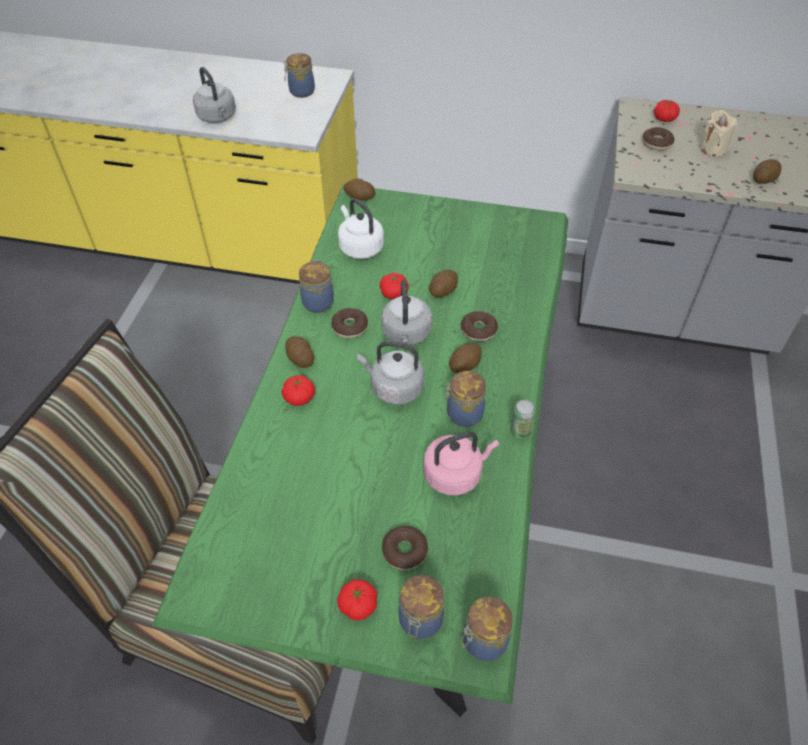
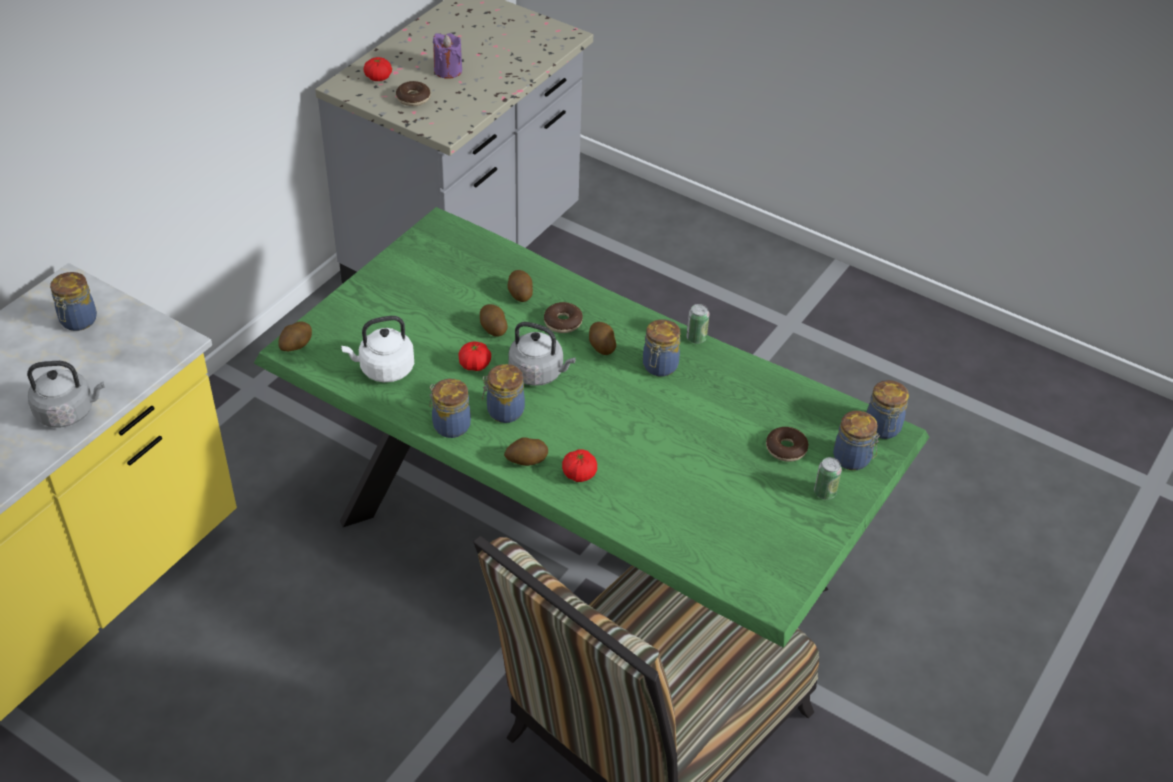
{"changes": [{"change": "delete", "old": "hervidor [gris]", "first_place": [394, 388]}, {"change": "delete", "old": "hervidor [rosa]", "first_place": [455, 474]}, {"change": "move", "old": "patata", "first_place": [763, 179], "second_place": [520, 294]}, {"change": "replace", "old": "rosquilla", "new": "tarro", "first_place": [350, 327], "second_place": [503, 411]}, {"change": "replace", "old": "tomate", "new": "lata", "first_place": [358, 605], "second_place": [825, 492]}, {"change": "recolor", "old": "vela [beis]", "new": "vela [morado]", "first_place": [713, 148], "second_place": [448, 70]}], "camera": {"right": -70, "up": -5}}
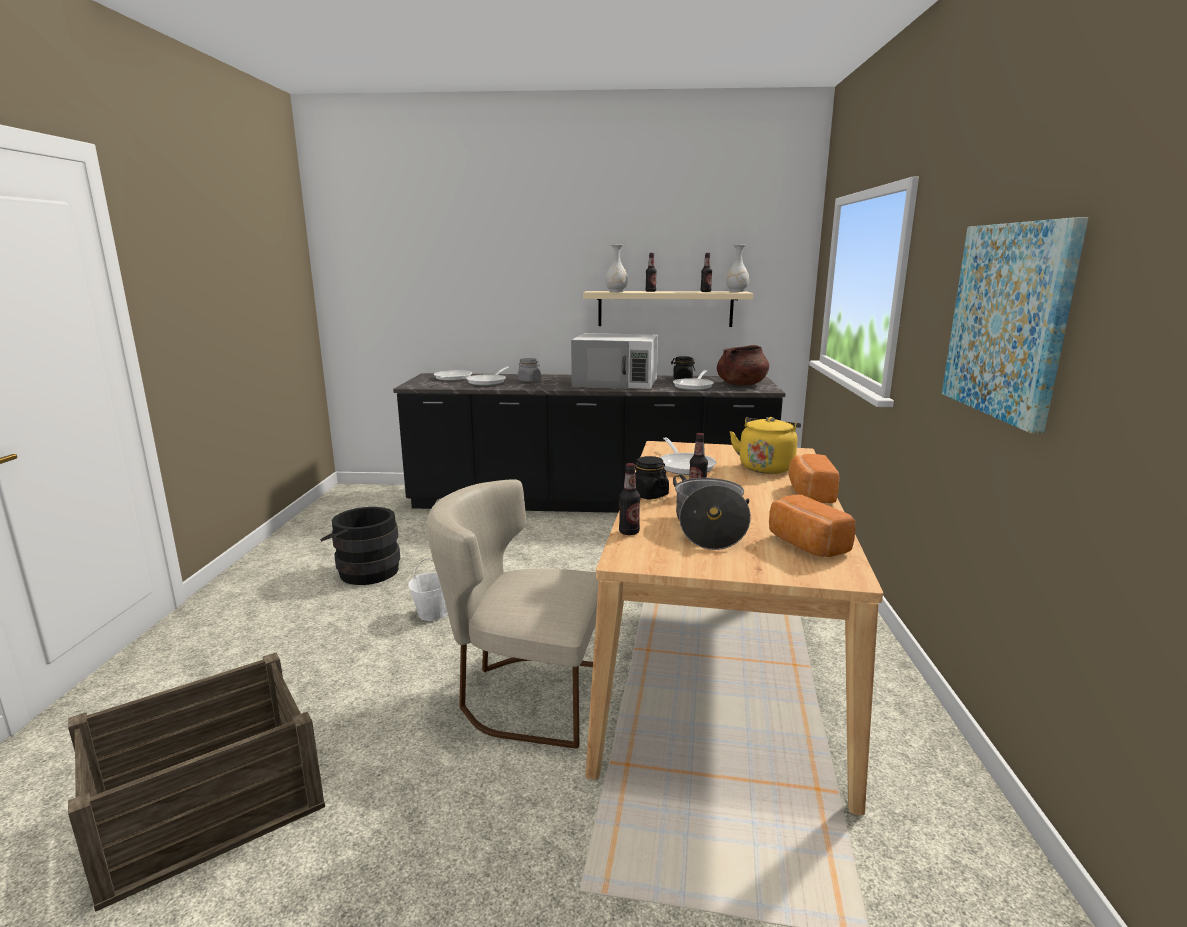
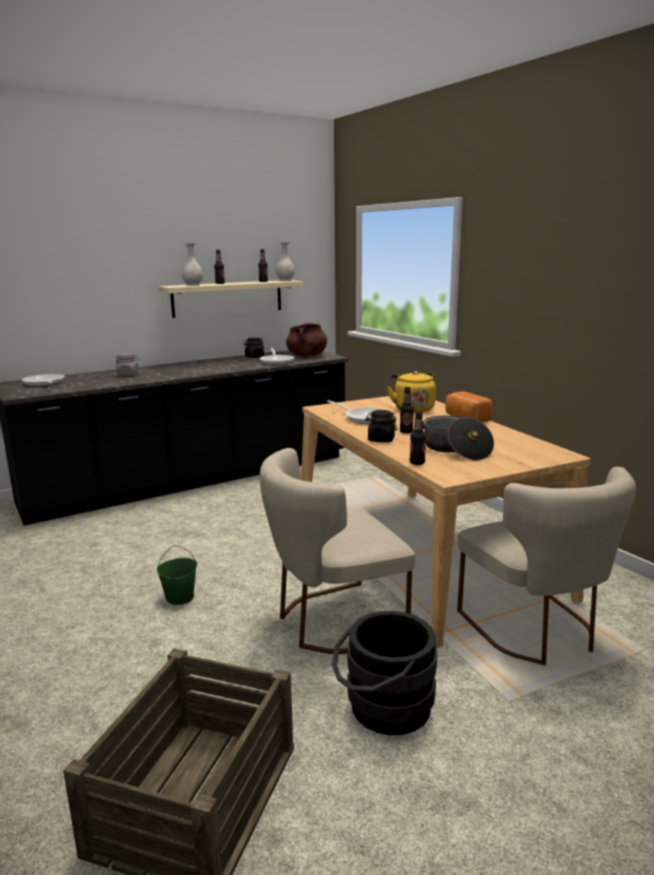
{"changes": [{"change": "delete", "old": "sartén", "first_place": [489, 382]}, {"change": "delete", "old": "microondas [blanco]", "first_place": [616, 382]}, {"change": "delete", "old": "pan", "first_place": [805, 545]}, {"change": "delete", "old": "cuadro", "first_place": [1008, 320]}, {"change": "insert", "new": "silla [beis]", "second_place": [536, 632]}, {"change": "move", "old": "cubo [negro]", "first_place": [364, 571], "second_place": [382, 707]}, {"change": "recolor", "old": "cubo [blanco]", "new": "cubo [verde]", "first_place": [433, 613], "second_place": [180, 597]}], "camera": {"right": -35, "up": 0}}
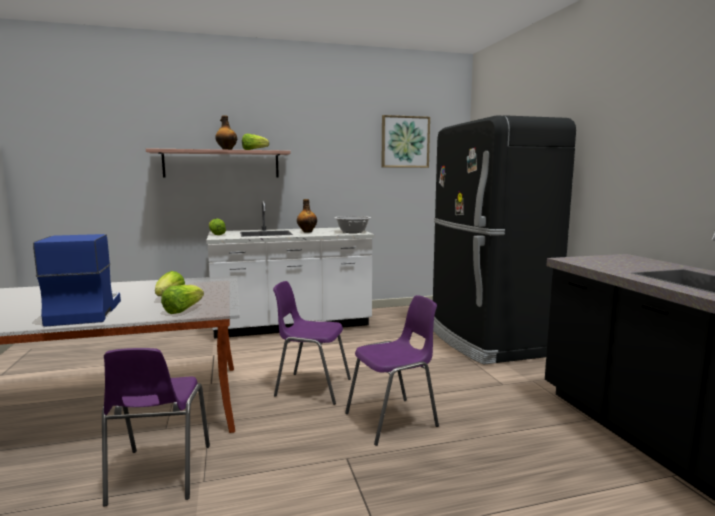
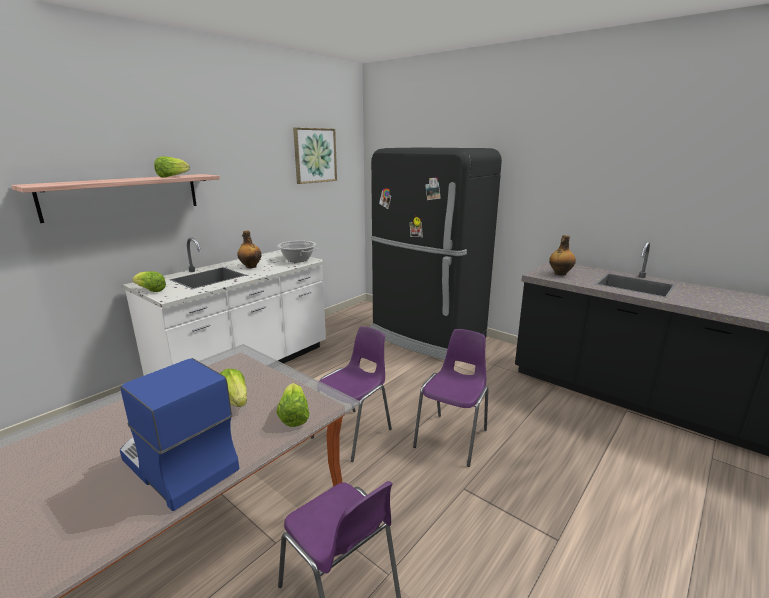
{"changes": [{"change": "move", "old": "botella", "first_place": [226, 150], "second_place": [560, 274]}, {"change": "rotate", "old": "silla [morado]", "first_place": [311, 387], "second_place": [354, 433], "degrees": 150}], "camera": {"right": -35, "up": 10}}
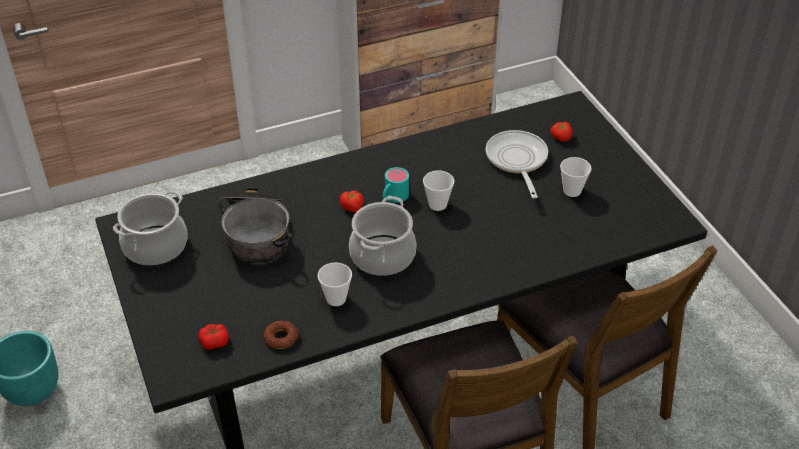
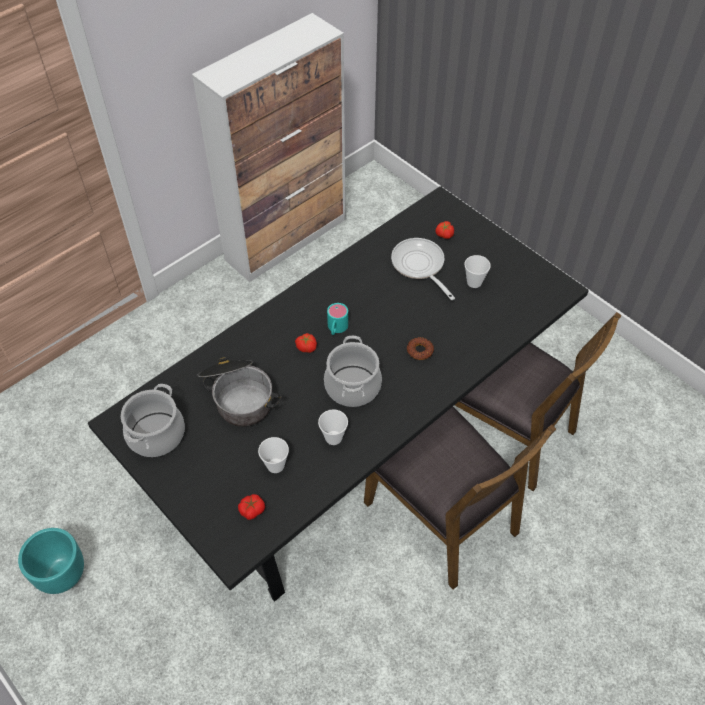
{"changes": [{"change": "move", "old": "rosquilla", "first_place": [281, 338], "second_place": [419, 350]}, {"change": "move", "old": "taza", "first_place": [437, 204], "second_place": [275, 465]}], "camera": {"right": -20, "up": 10}}
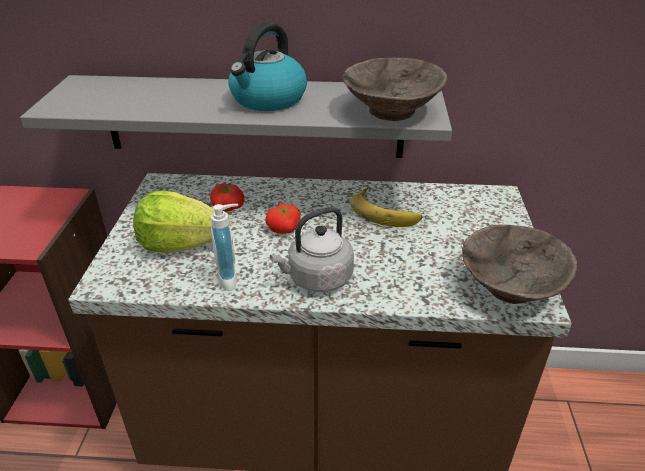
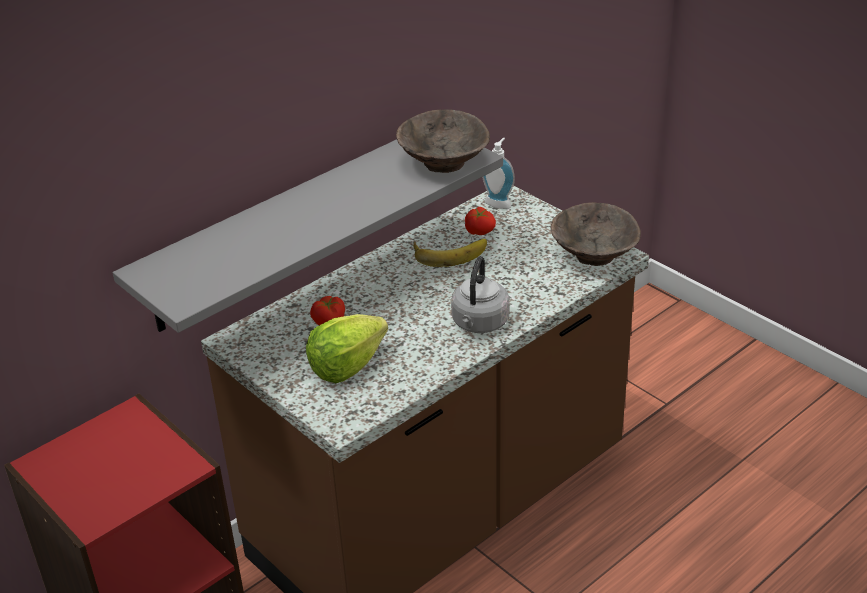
{"changes": [{"change": "delete", "old": "hervidor", "first_place": [268, 99]}, {"change": "move", "old": "dispensador de jabón", "first_place": [232, 279], "second_place": [499, 202]}, {"change": "move", "old": "tomate", "first_place": [284, 229], "second_place": [480, 230]}], "camera": {"right": -45, "up": 0}}
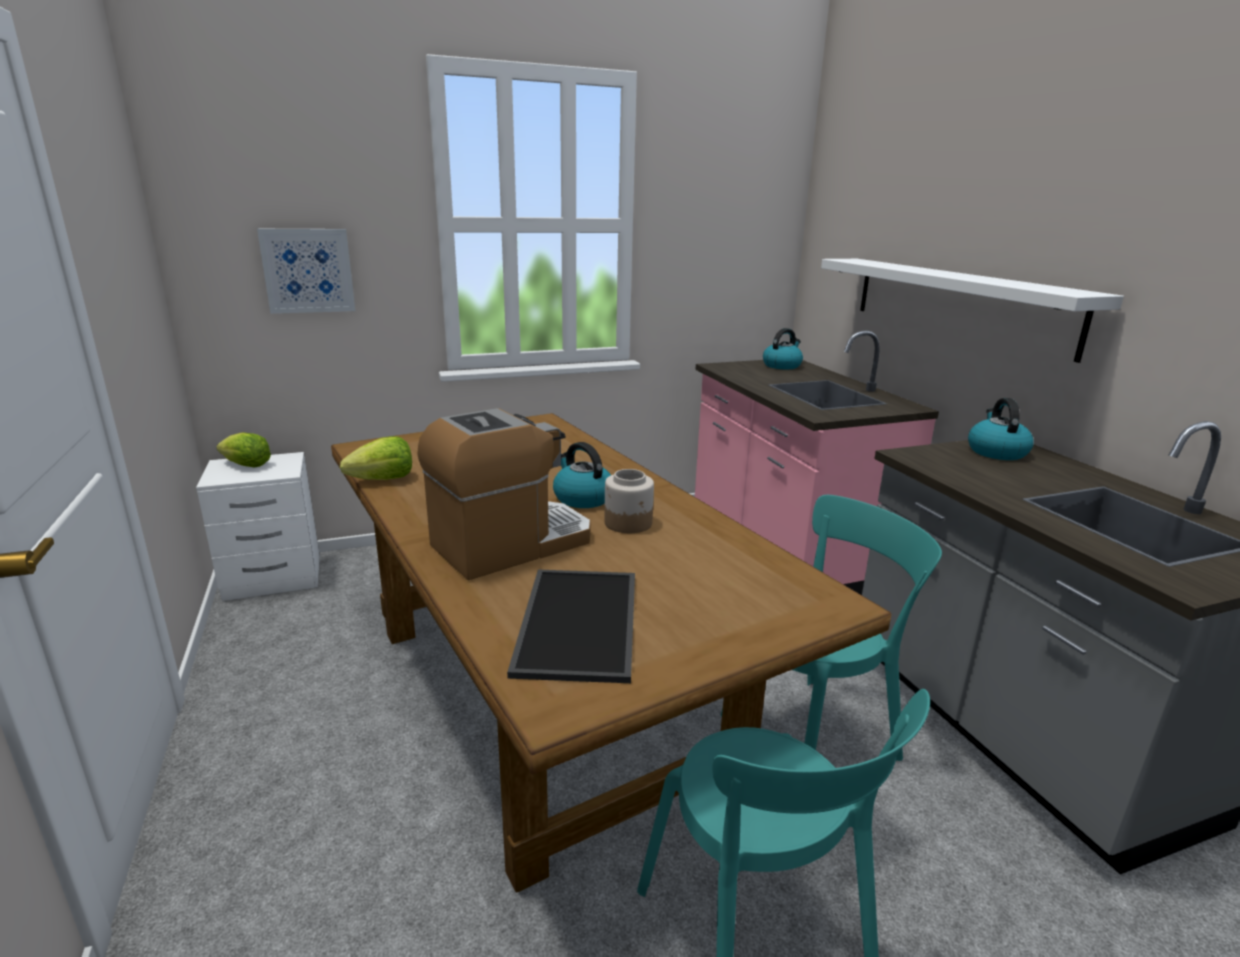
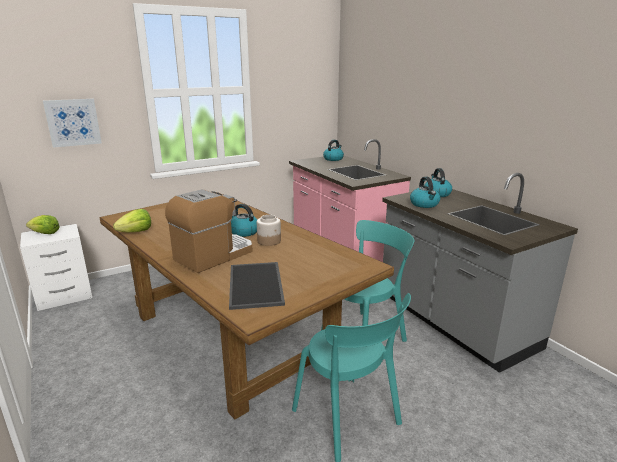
{"changes": [{"change": "delete", "old": "estante [blanco]", "first_place": [957, 303]}, {"change": "insert", "new": "hervidor", "second_place": [424, 204]}], "camera": {"right": -10, "up": 0}}
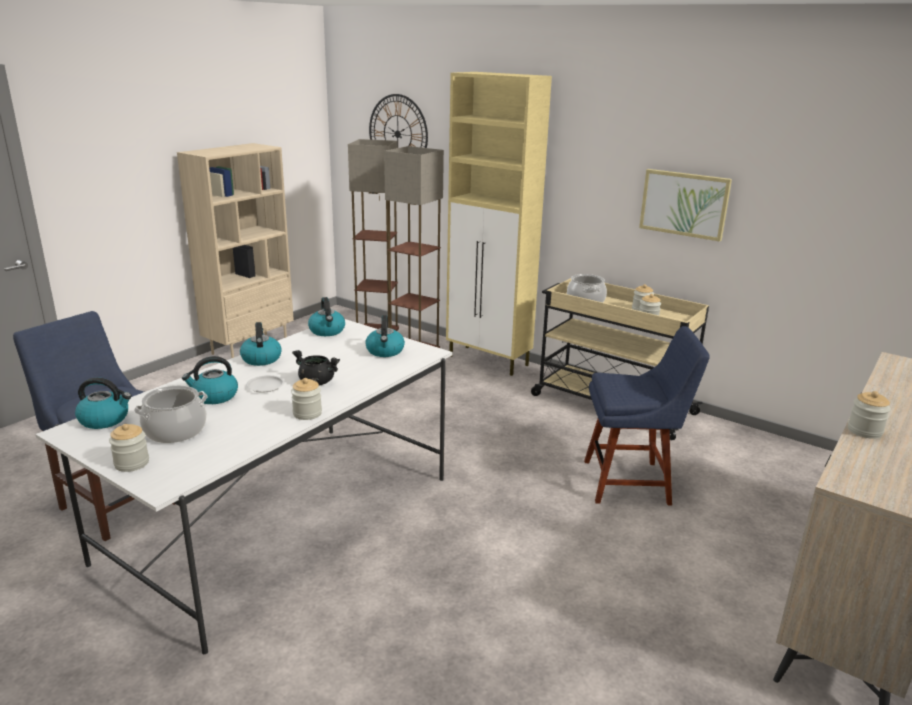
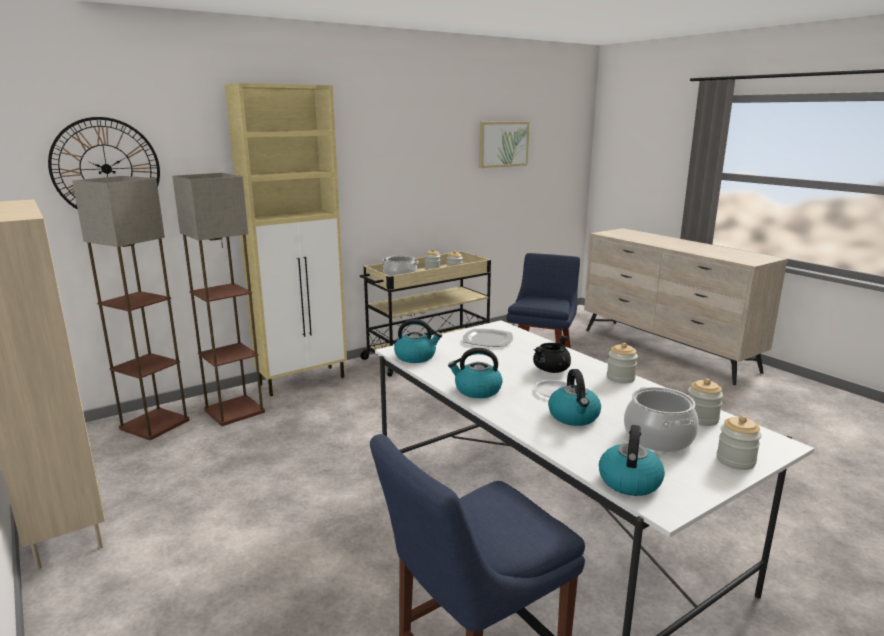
{"changes": [{"change": "move", "old": "cuadro", "first_place": [684, 204], "second_place": [503, 144]}, {"change": "move", "old": "tarro", "first_place": [864, 431], "second_place": [701, 419]}, {"change": "replace", "old": "hervidor", "new": "plato", "first_place": [385, 351], "second_place": [487, 340]}], "camera": {"right": -70, "up": -5}}
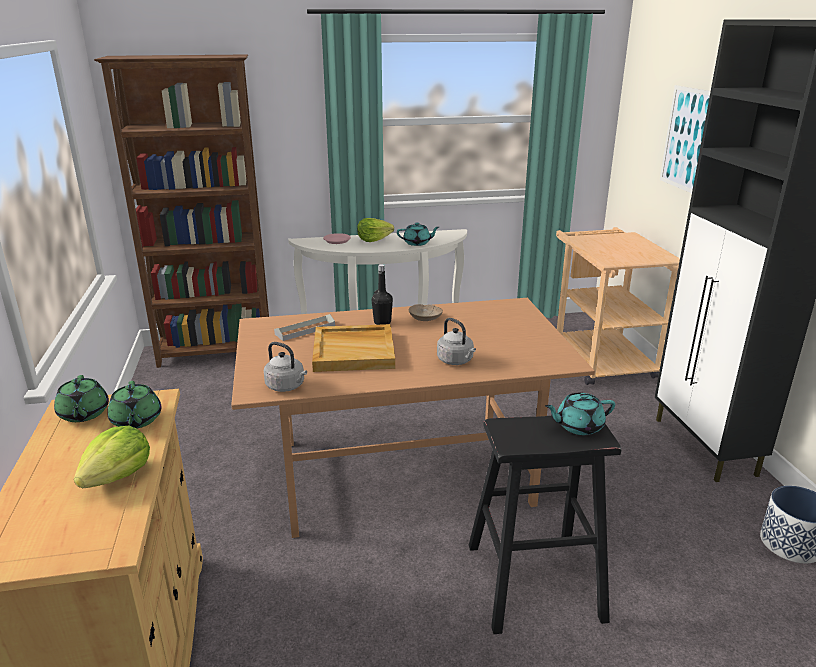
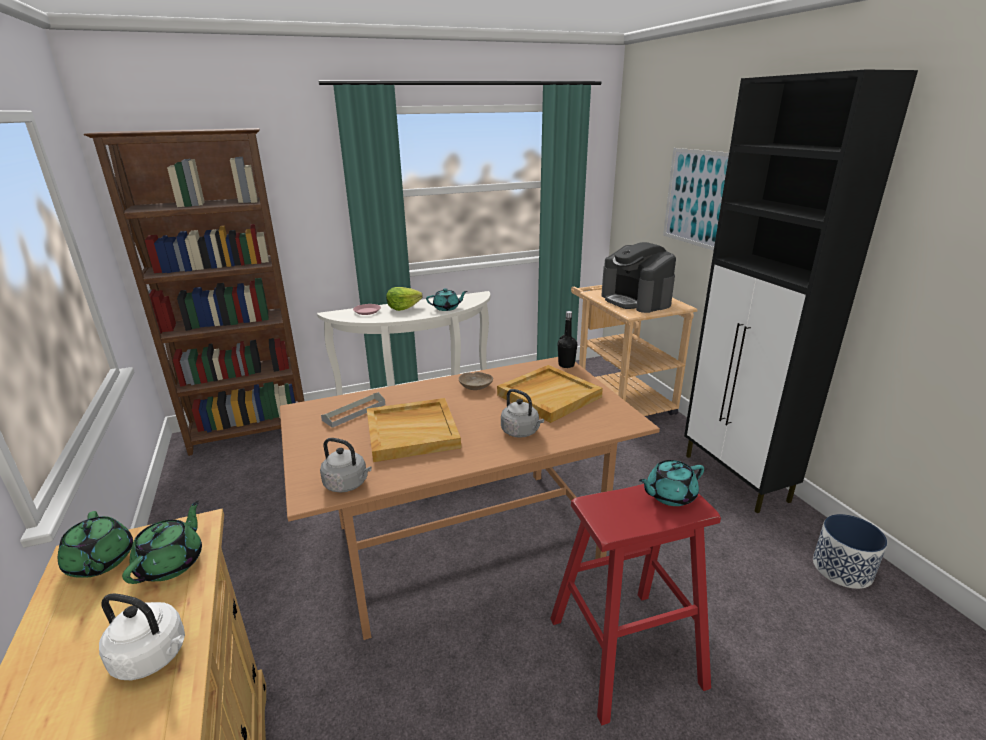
{"changes": [{"change": "insert", "new": "bandeja [beis]", "second_place": [549, 395]}, {"change": "insert", "new": "cafetera", "second_place": [636, 300]}, {"change": "move", "old": "botella [negro]", "first_place": [382, 322], "second_place": [566, 365]}, {"change": "replace", "old": "lechuga", "new": "hervidor [blanco]", "first_place": [118, 476], "second_place": [153, 657]}, {"change": "recolor", "old": "taburete [negro]", "new": "taburete [rojo]", "first_place": [533, 581], "second_place": [625, 651]}, {"change": "rotate", "old": "tetera [verde]", "first_place": [136, 420], "second_place": [172, 563], "degrees": -135}], "camera": {"right": -10, "up": 0}}
